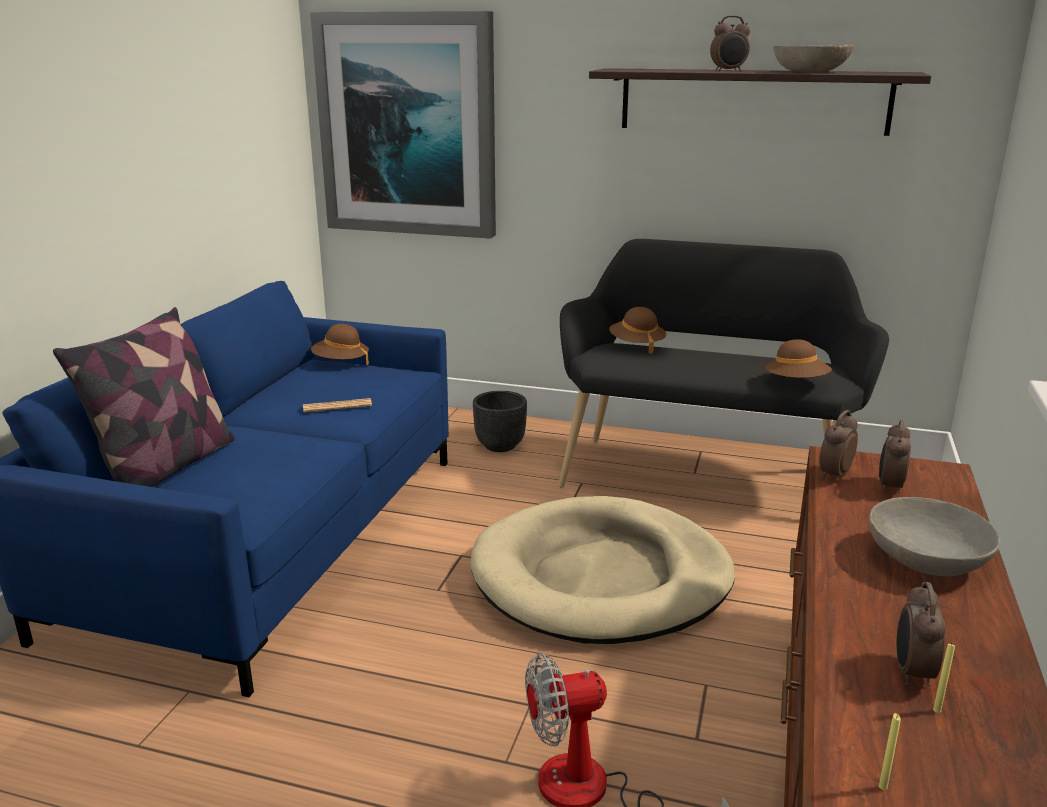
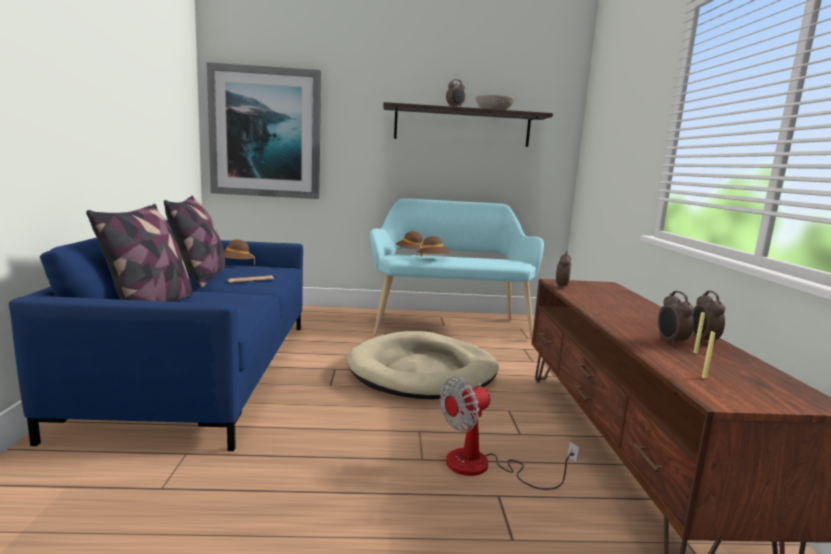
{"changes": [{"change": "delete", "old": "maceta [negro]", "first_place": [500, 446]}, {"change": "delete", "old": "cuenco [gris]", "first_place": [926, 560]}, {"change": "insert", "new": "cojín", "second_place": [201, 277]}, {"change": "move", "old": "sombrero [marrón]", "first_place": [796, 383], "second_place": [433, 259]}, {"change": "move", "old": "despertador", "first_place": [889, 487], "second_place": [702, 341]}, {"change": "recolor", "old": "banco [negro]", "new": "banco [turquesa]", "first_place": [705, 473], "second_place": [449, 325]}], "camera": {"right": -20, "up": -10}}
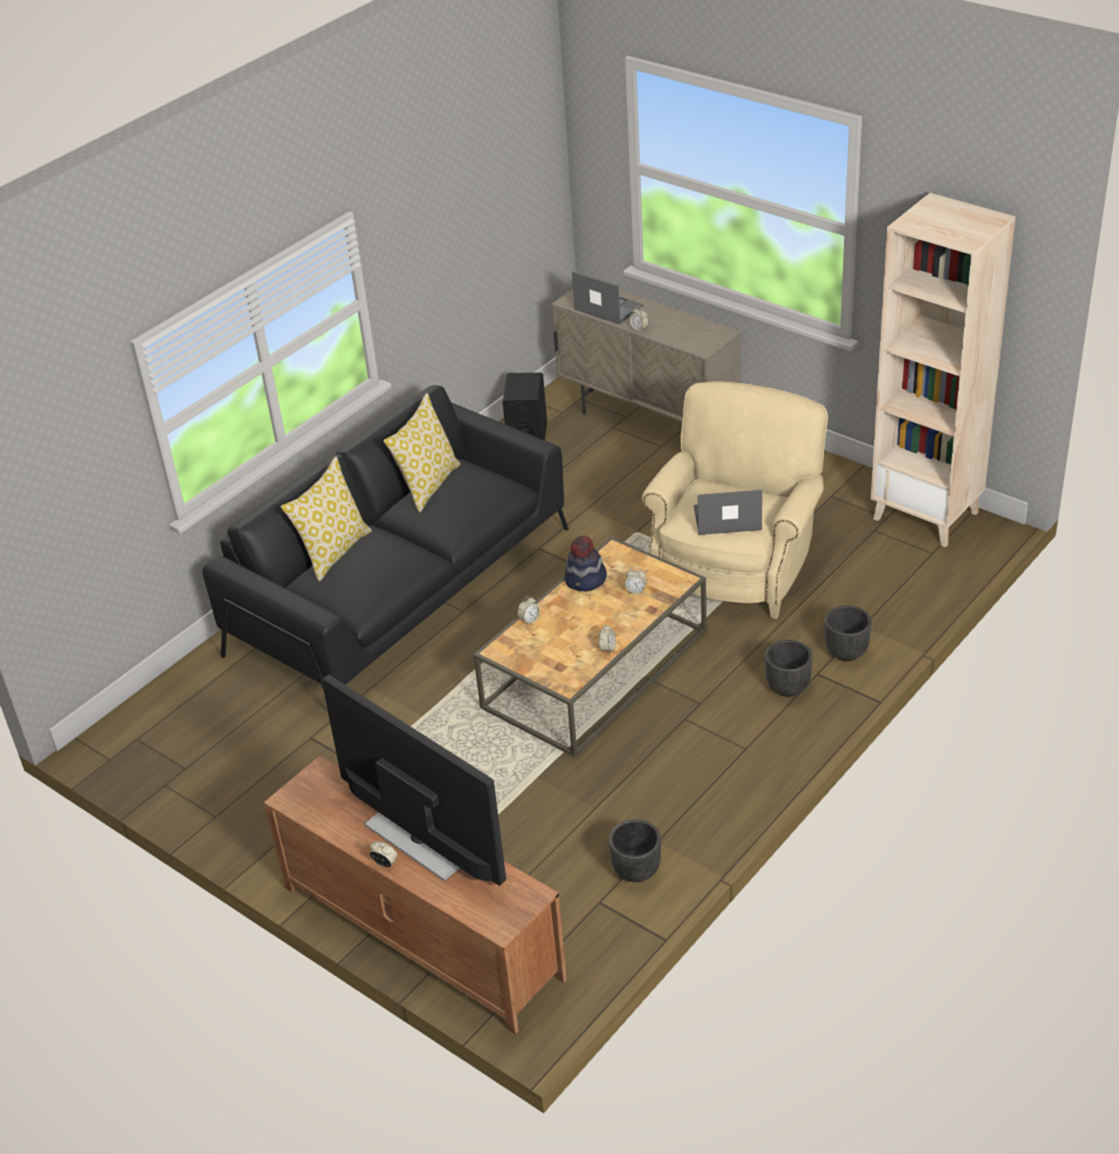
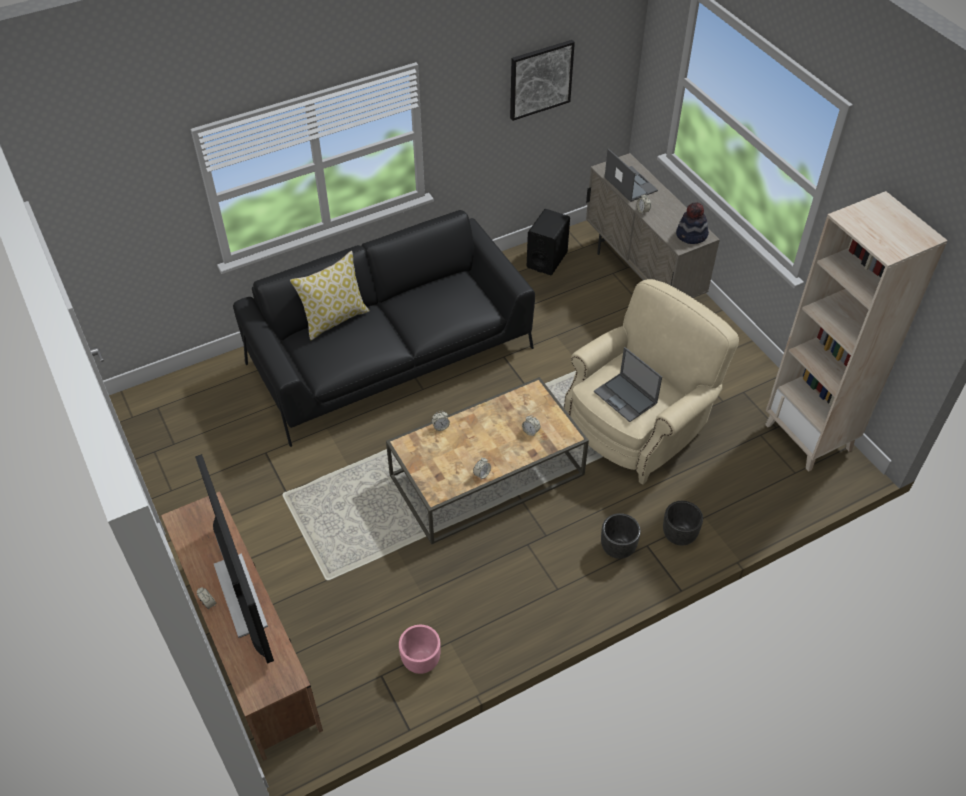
{"changes": [{"change": "delete", "old": "cojín", "first_place": [428, 485]}, {"change": "insert", "new": "cuadro", "second_place": [540, 79]}, {"change": "move", "old": "sombrero", "first_place": [586, 580], "second_place": [691, 236]}, {"change": "recolor", "old": "maceta [negro]", "new": "maceta [rosa]", "first_place": [636, 872], "second_place": [420, 661]}, {"change": "rotate", "old": "portátil", "first_place": [726, 518], "second_place": [626, 397], "degrees": -150}], "camera": {"right": 20, "up": 10}}
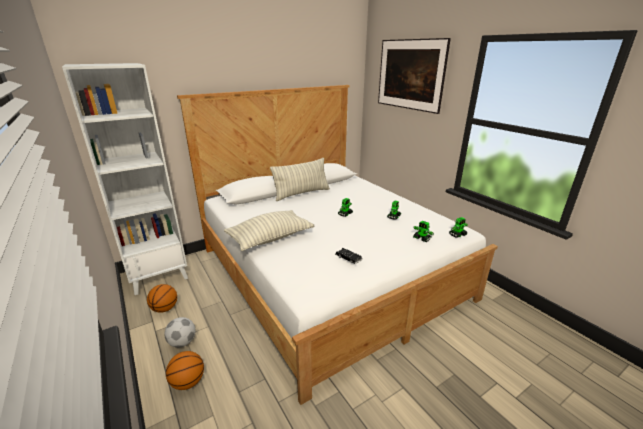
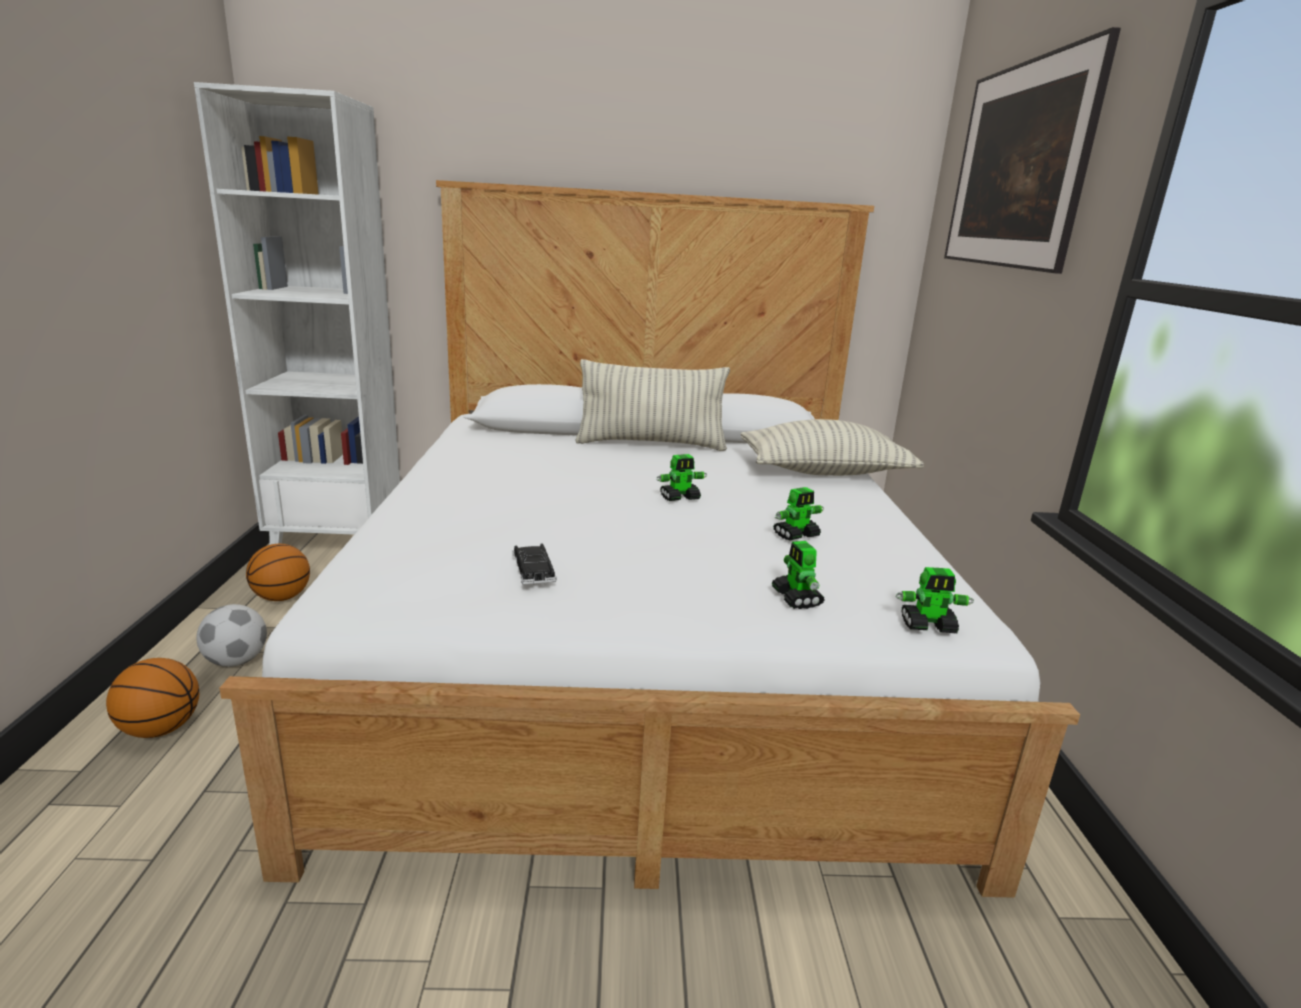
{"changes": [{"change": "move", "old": "cojín", "first_place": [270, 238], "second_place": [824, 472]}], "camera": {"right": 30, "up": -5}}
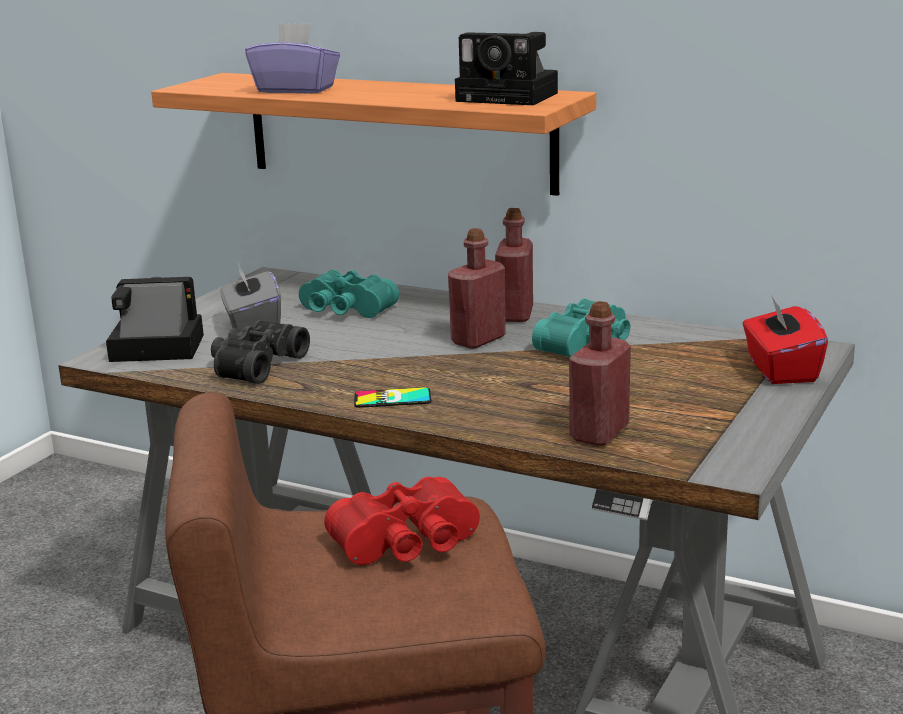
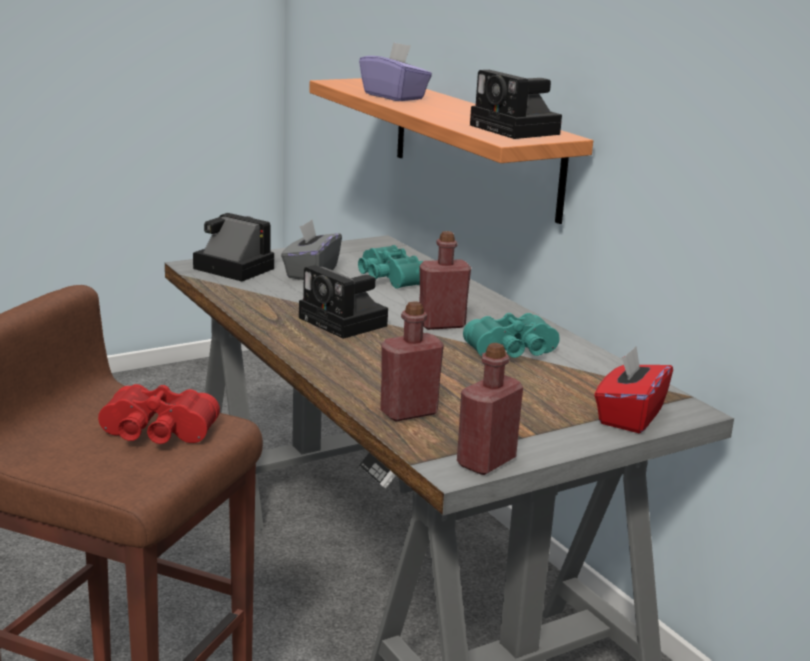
{"changes": [{"change": "delete", "old": "prismáticos [negro]", "first_place": [255, 365]}, {"change": "delete", "old": "móvil", "first_place": [392, 399]}, {"change": "insert", "new": "cámara", "second_place": [346, 323]}, {"change": "move", "old": "botella [rojo]", "first_place": [515, 314], "second_place": [486, 462]}], "camera": {"right": 30, "up": 0}}
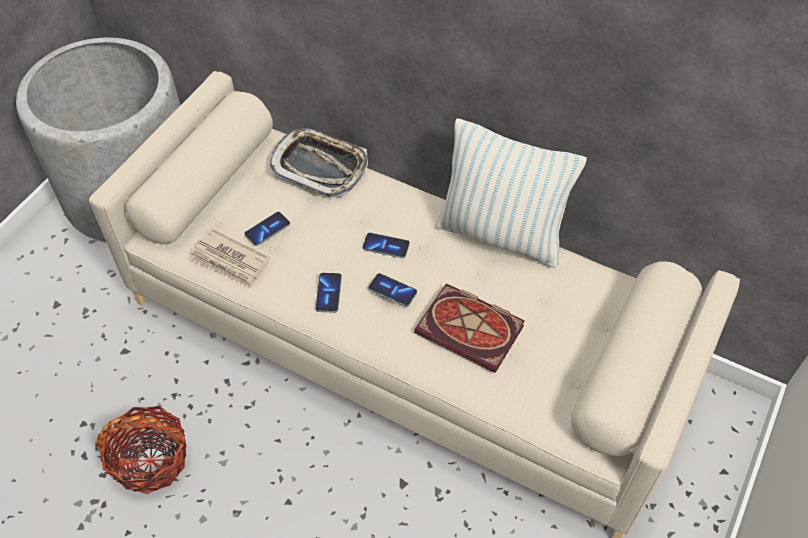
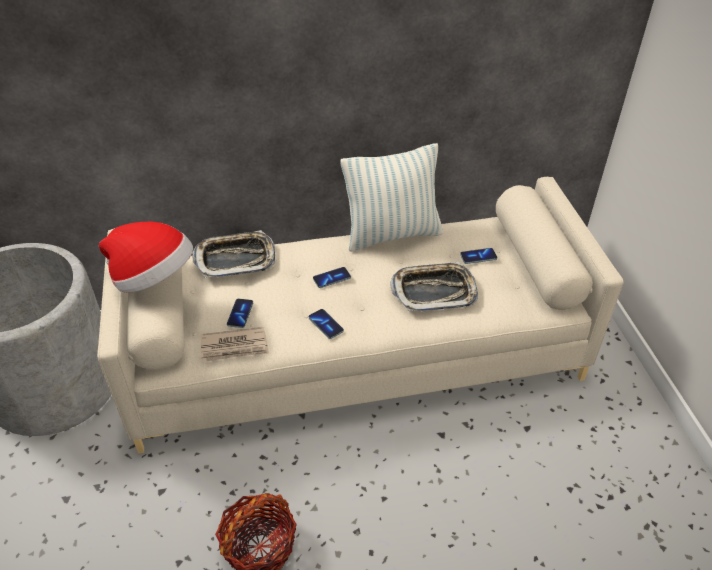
{"changes": [{"change": "insert", "new": "sombrero", "second_place": [153, 279]}, {"change": "move", "old": "móvil", "first_place": [392, 291], "second_place": [478, 257]}, {"change": "replace", "old": "libro", "new": "bandeja", "first_place": [472, 329], "second_place": [434, 291]}], "camera": {"right": -40, "up": -10}}
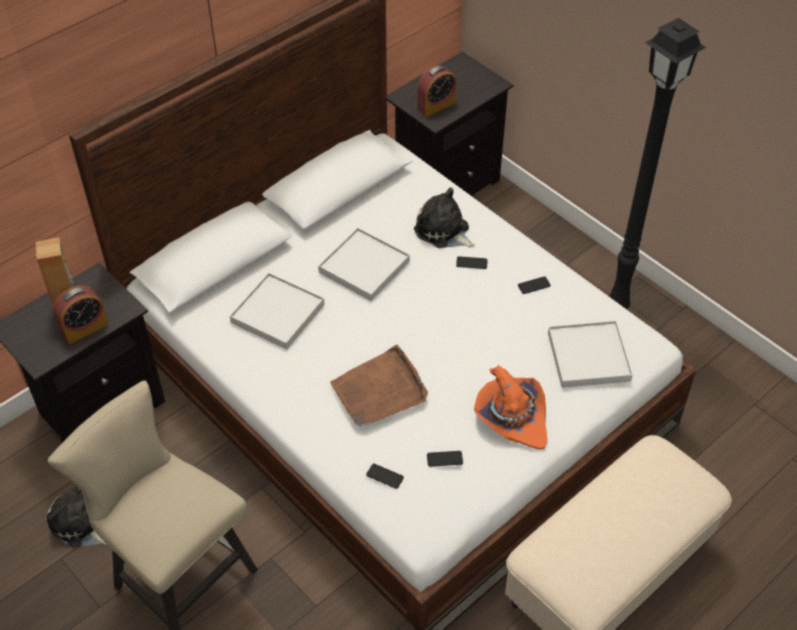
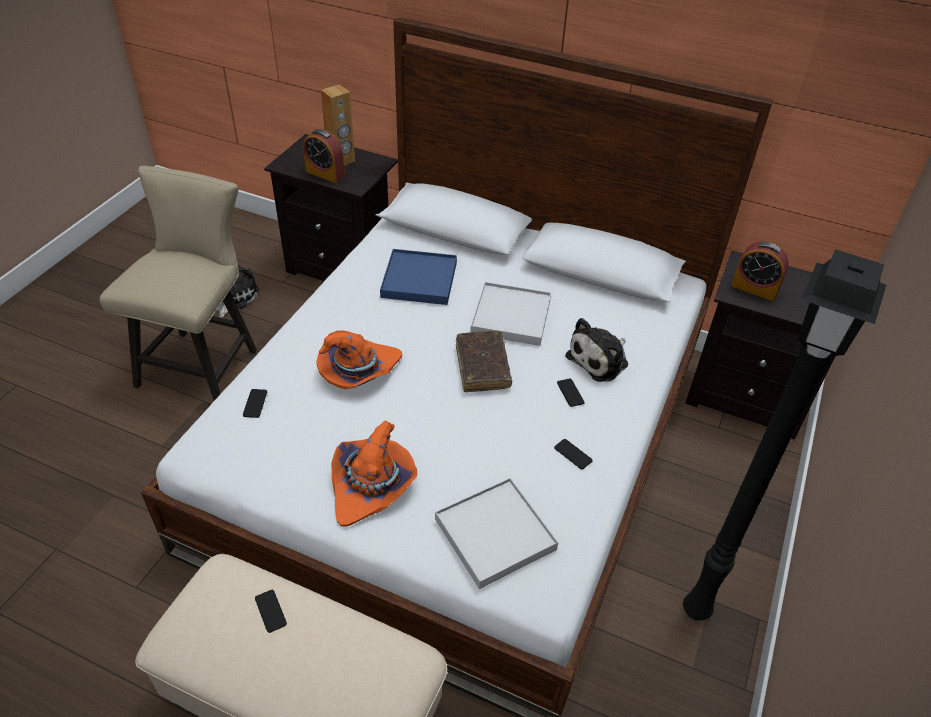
{"changes": [{"change": "insert", "new": "libro [marrón]", "second_place": [482, 367]}, {"change": "move", "old": "móvil", "first_place": [444, 459], "second_place": [270, 611]}, {"change": "replace", "old": "bandeja [marrón]", "new": "sombrero [naranja]", "first_place": [380, 390], "second_place": [358, 370]}, {"change": "recolor", "old": "bandeja [blanco]", "new": "bandeja [azul]", "first_place": [277, 313], "second_place": [419, 280]}, {"change": "rotate", "old": "peluche", "first_place": [443, 231], "second_place": [600, 359], "degrees": -150}], "camera": {"right": 65, "up": -5}}
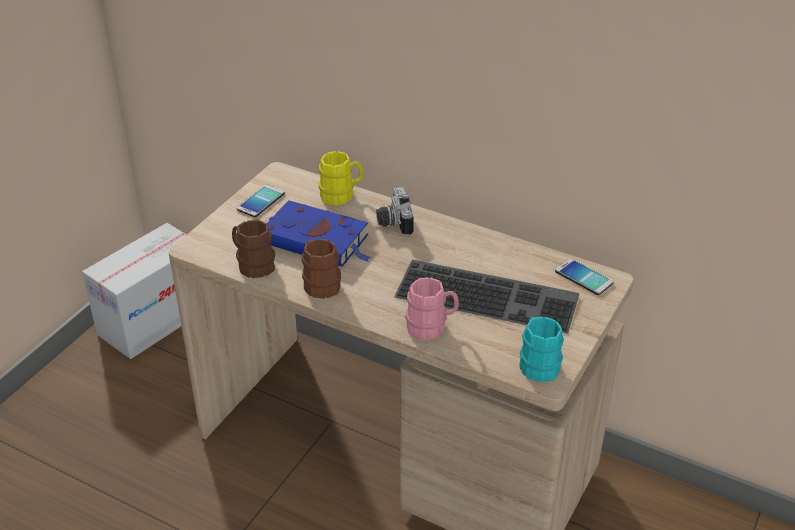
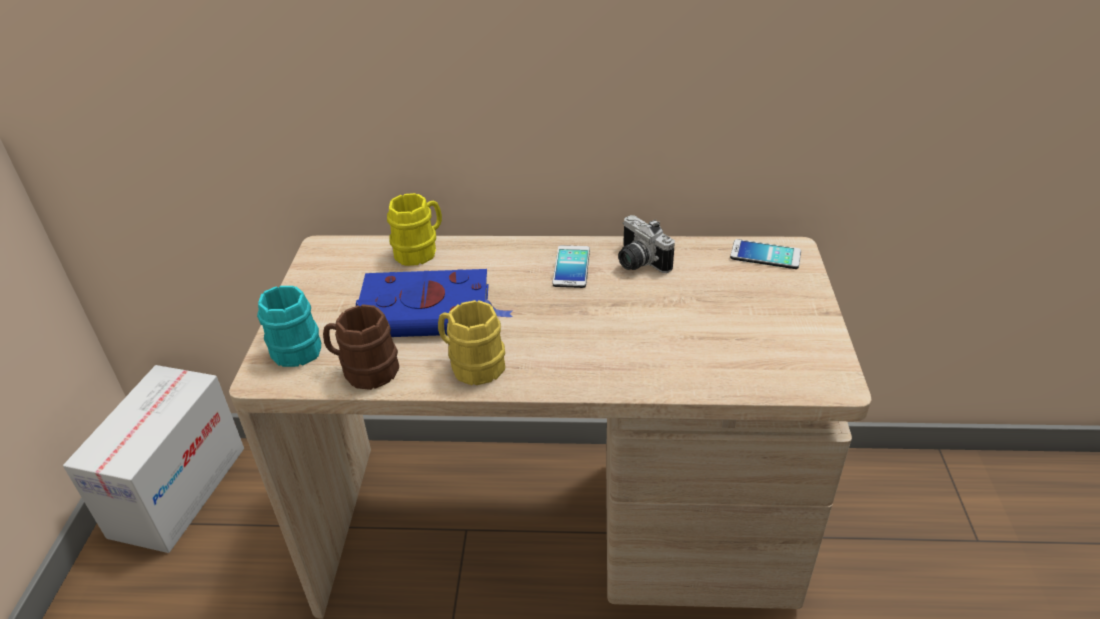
{"changes": [{"change": "delete", "old": "teclado", "first_place": [489, 295]}, {"change": "delete", "old": "taza grande [rosa]", "first_place": [431, 326]}, {"change": "move", "old": "móvil", "first_place": [261, 201], "second_place": [571, 267]}, {"change": "move", "old": "cámara", "first_place": [393, 222], "second_place": [637, 262]}, {"change": "move", "old": "taza grande [turquesa]", "first_place": [537, 363], "second_place": [292, 347]}, {"change": "recolor", "old": "taza grande [marrón]", "new": "taza grande [amarillo]", "first_place": [319, 284], "second_place": [471, 365]}], "camera": {"right": -25, "up": 0}}
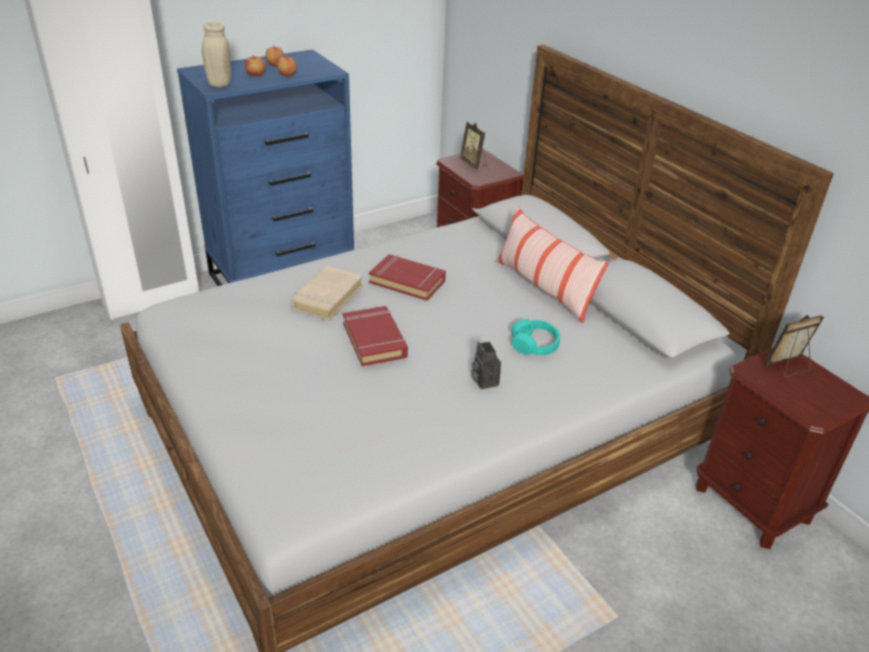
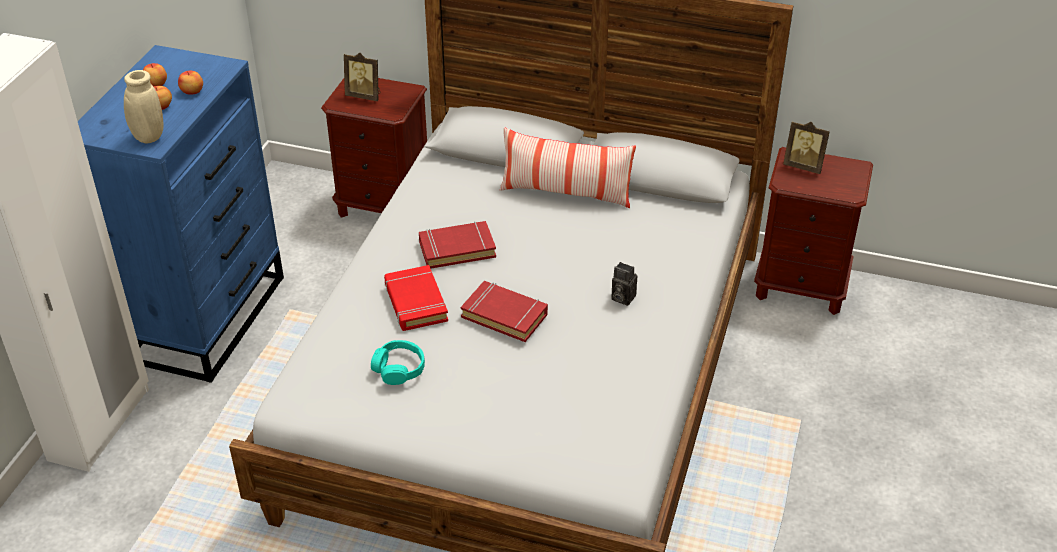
{"changes": [{"change": "move", "old": "auriculares [turquesa]", "first_place": [534, 344], "second_place": [399, 368]}, {"change": "recolor", "old": "libro [beis]", "new": "libro [rojo]", "first_place": [327, 297], "second_place": [415, 303]}, {"change": "rotate", "old": "portarretratos", "first_place": [788, 367], "second_place": [804, 166], "degrees": -90}], "camera": {"right": -40, "up": 5}}
